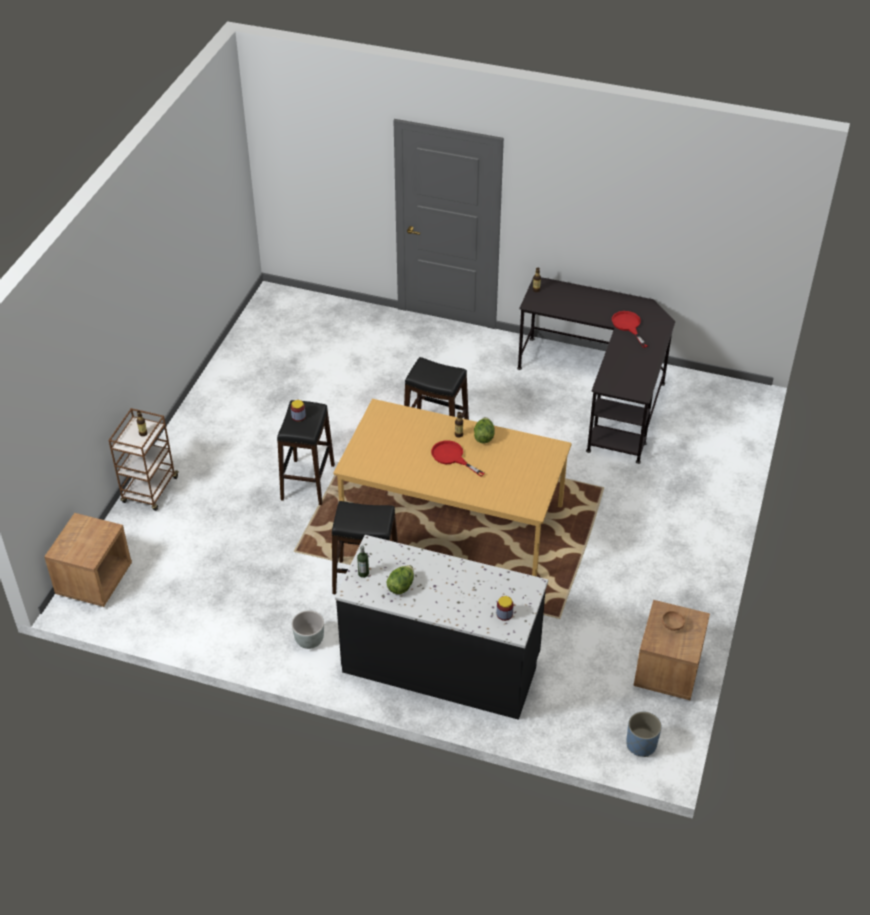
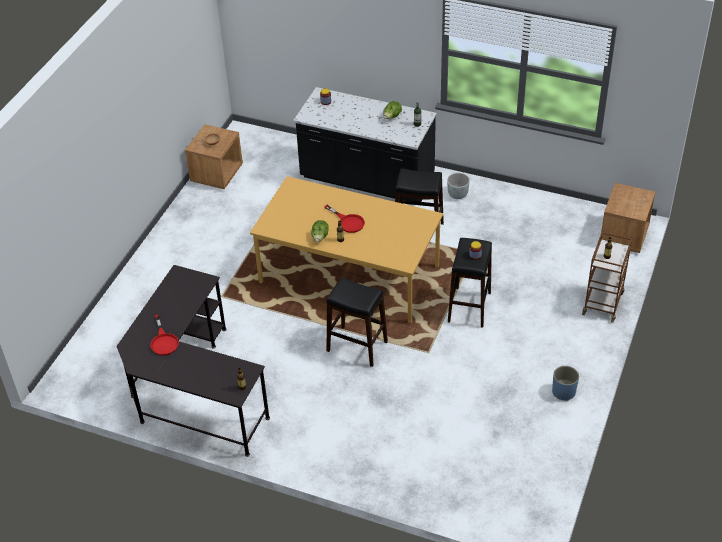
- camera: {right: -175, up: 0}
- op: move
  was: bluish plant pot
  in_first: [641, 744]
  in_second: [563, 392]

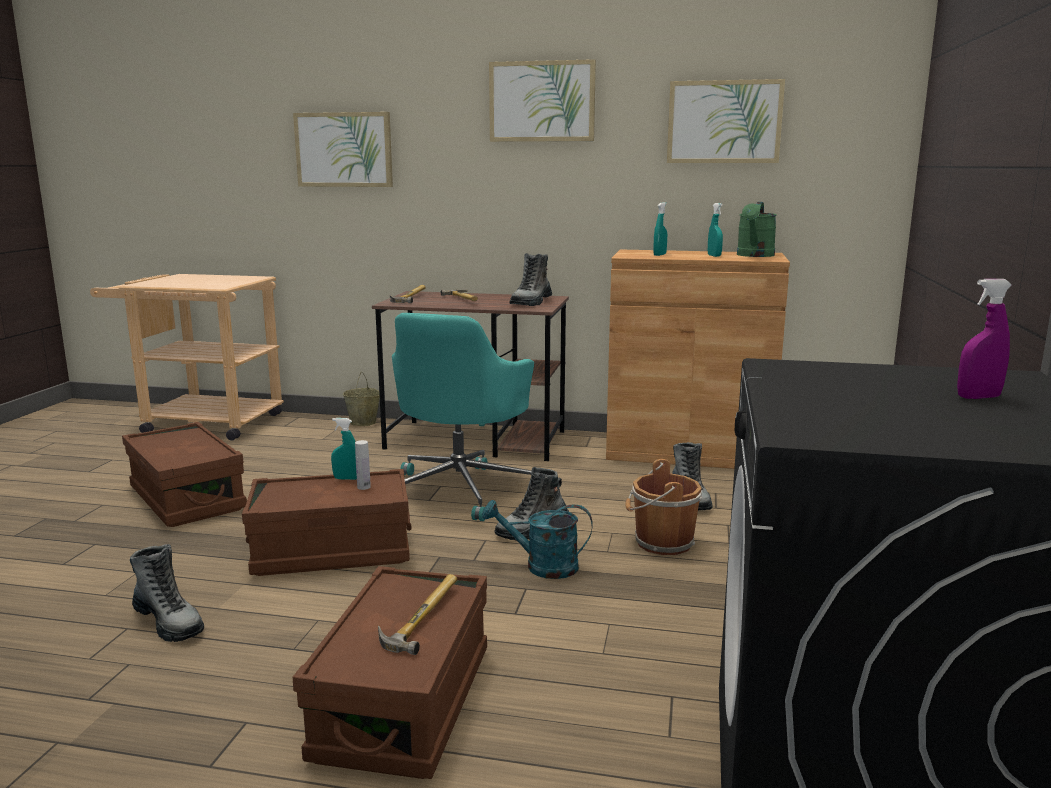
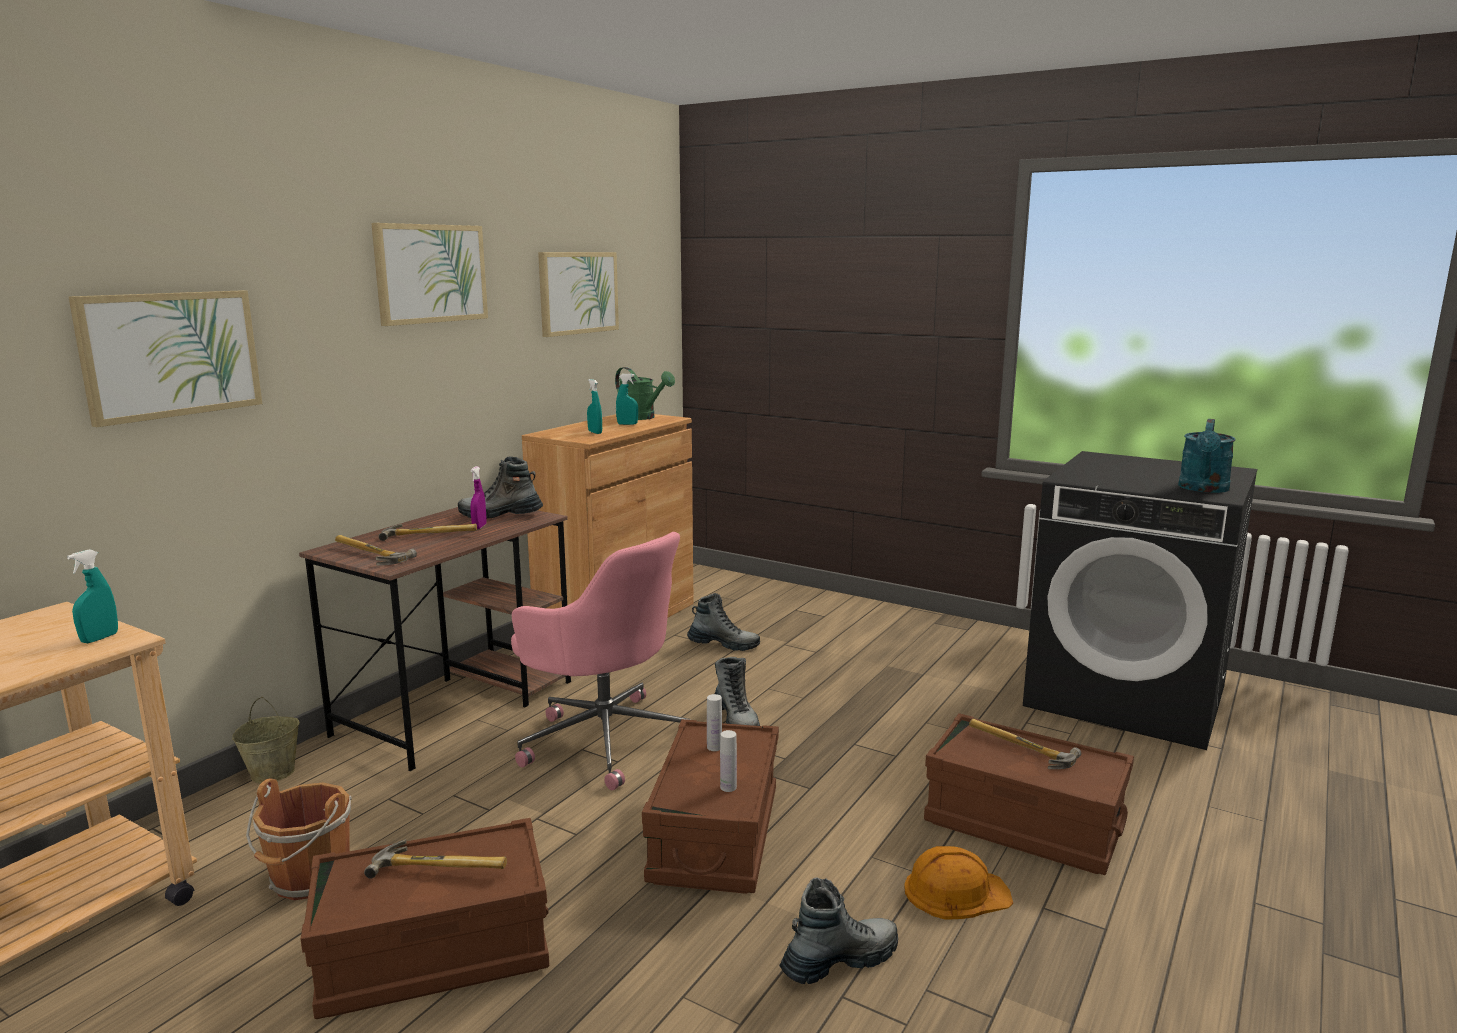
- camera: {right: -70, up: 0}
- op: move
  was: turquoise sprayer
  in_first: [346, 478]
  in_second: [99, 638]
- op: move
  was: brown water bucket
  in_first: [661, 543]
  in_second: [309, 879]
- op: insert
  now: tool hammer
  in_second: [441, 864]
- op: rotate
  was: tall boot
  in_first: [531, 302]
  in_second: [500, 515]
  clockwise: 135
- op: move
  was: purple-coloured sprayer
  in_first: [978, 397]
  in_second: [479, 527]
- op: recolor
  was: turquoise office chair
  now: pink-coloured office chair
  in_first: [461, 489]
  in_second: [605, 739]
- op: insert
  now: whitish beverage bottle
  in_second: [728, 787]
- op: insert
  now: orangey safety helmet
  in_second: [955, 892]
- op: move
  was: turquoise watering pot
  in_first: [542, 567]
  in_second: [1203, 489]

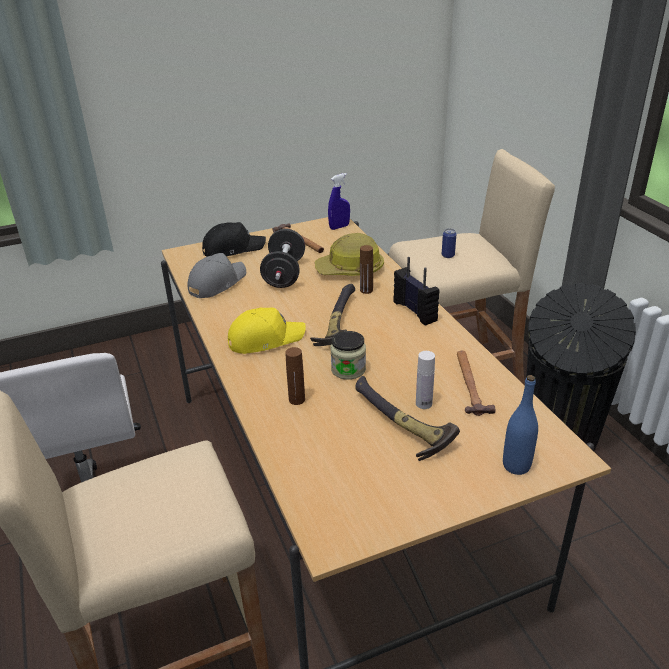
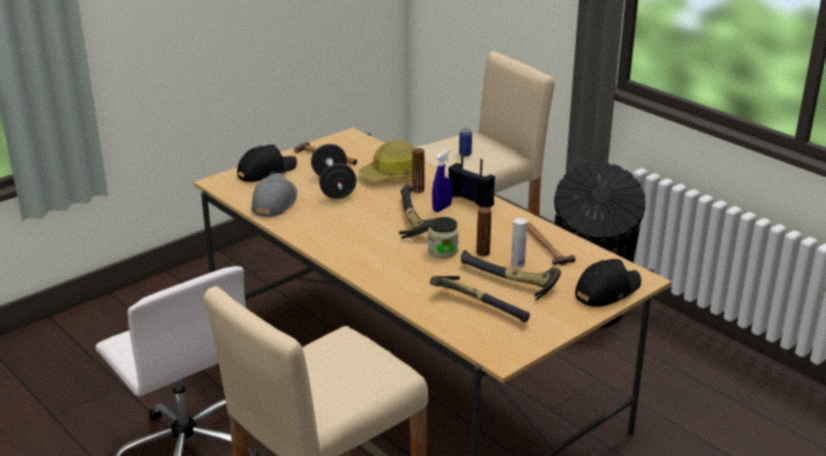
- camera: {right: -20, up: -5}
- op: insert
  now: tool hammer
  in_second: [480, 304]
- op: move
  was: bluish sprayer
  in_first: [339, 227]
  in_second: [442, 208]
- op: move
  was: brown beverage bottle
  in_first: [297, 399]
  in_second: [483, 252]
- op: replace
  was: bluish beverage bottle
  now: black peaked cap
  in_first: [516, 465]
  in_second: [606, 291]
- op: delete
  was: yellowish peaked cap
  in_first: [265, 339]

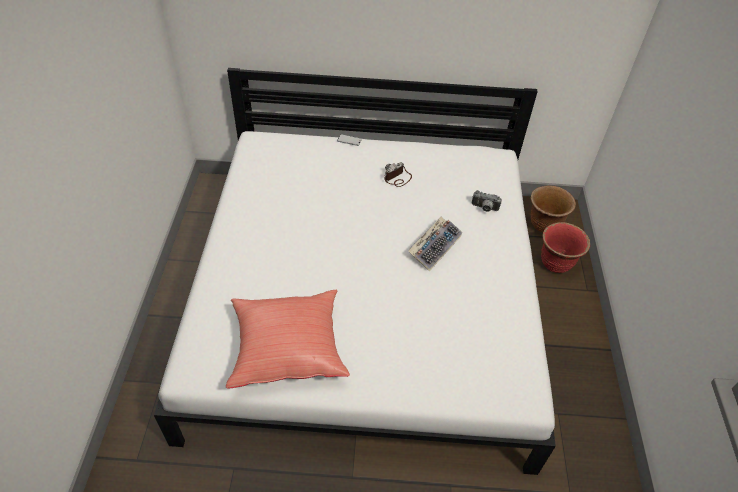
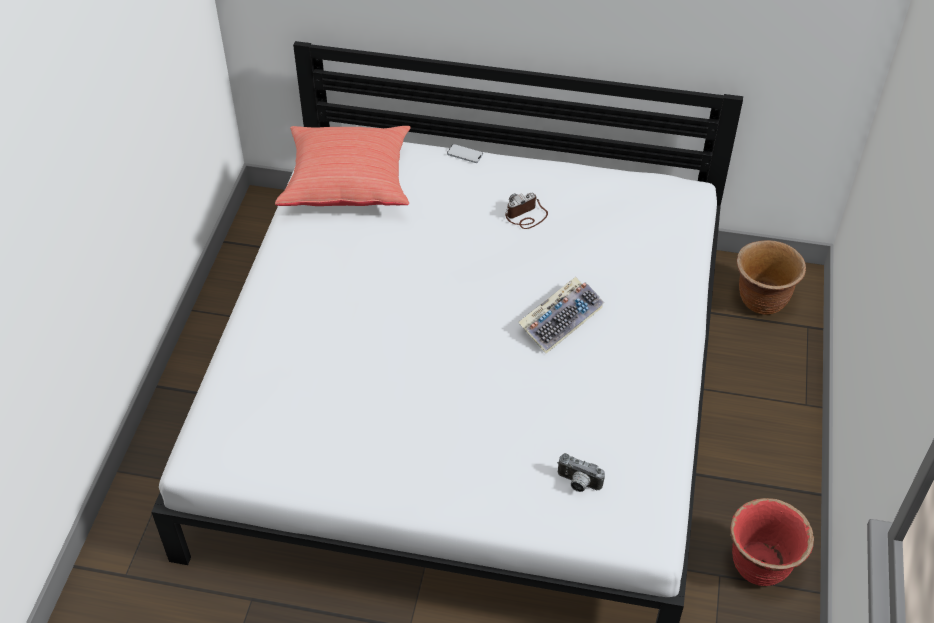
- camera: {right: 10, up: 0}
- op: move
  was: red throw pillow
  in_first: [287, 348]
  in_second: [348, 184]
- op: move
  was: photo camera
  in_first: [484, 208]
  in_second: [577, 483]
- op: move
  was: red plant pot
  in_first: [556, 263]
  in_second: [760, 566]

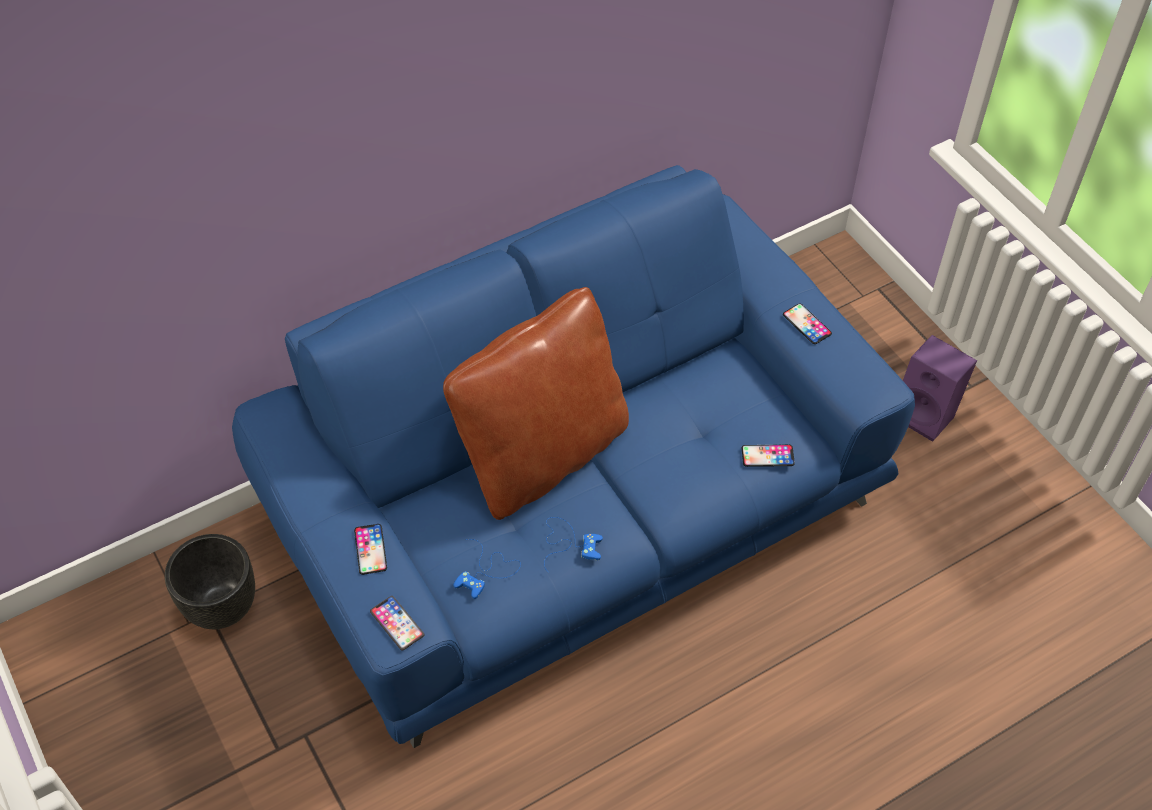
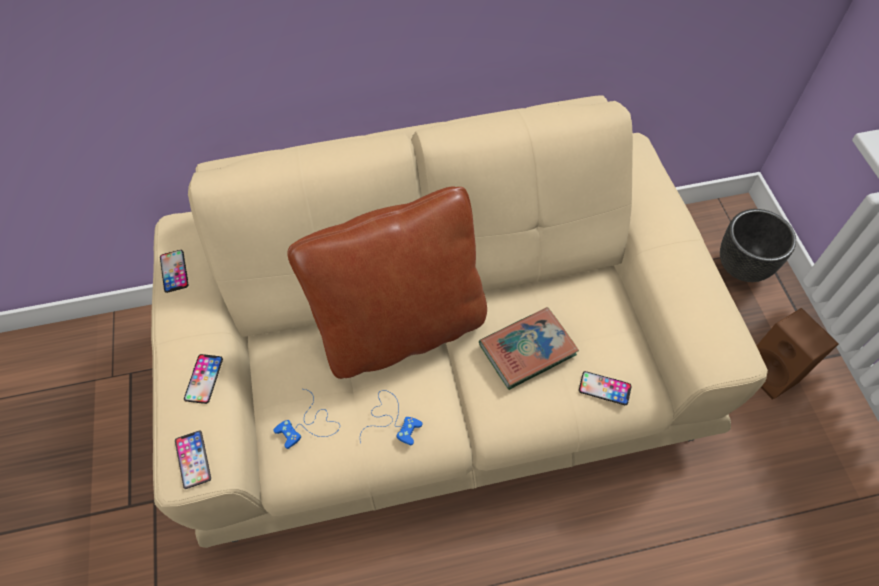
- camera: {right: 20, up: 5}
- op: recolor
  was: bluish couch
  now: sand-coloured couch
  in_first: [577, 509]
  in_second: [443, 371]
- op: move
  was: phone
  in_first: [807, 324]
  in_second: [174, 271]
- op: insert
  now: bound book
  in_second: [527, 350]
- op: move
  was: black plant pot
  in_first: [223, 606]
  in_second: [742, 267]
- op: recolor
  was: purple-coloured audio speaker
  now: brown audio speaker
  in_first: [926, 414]
  in_second: [773, 372]

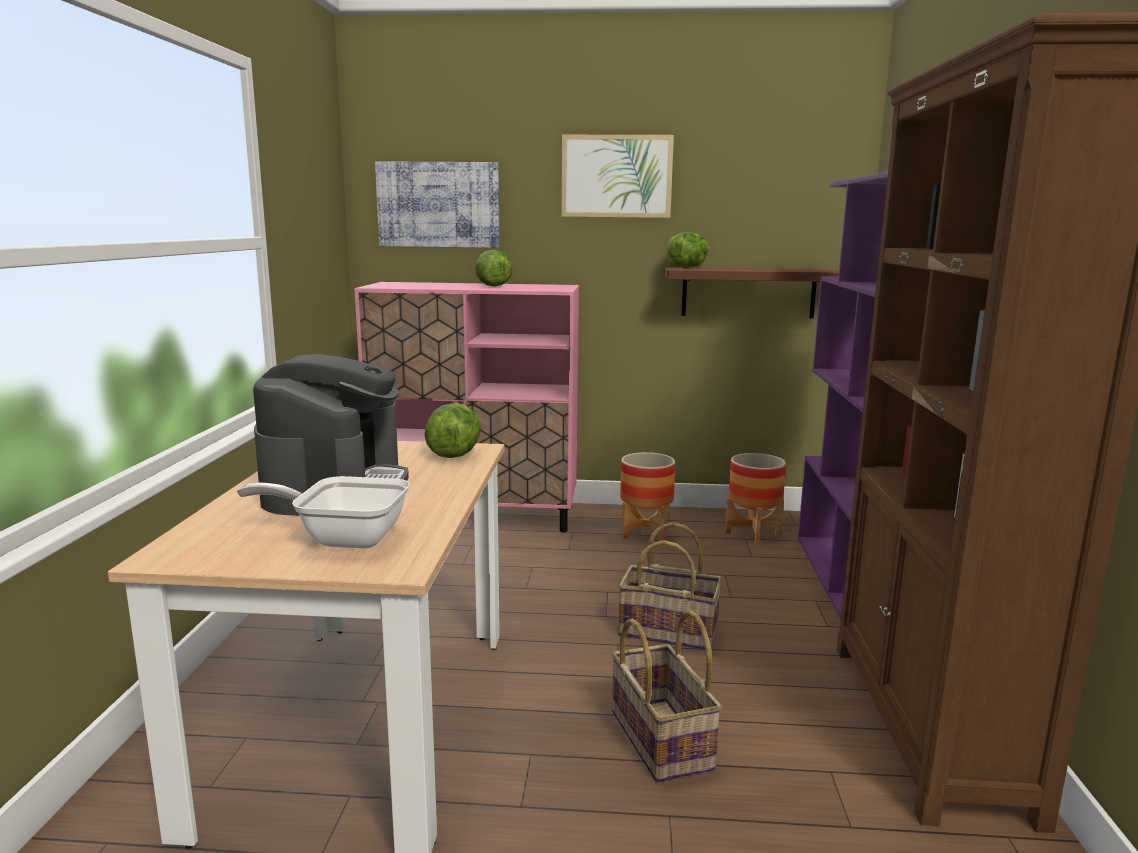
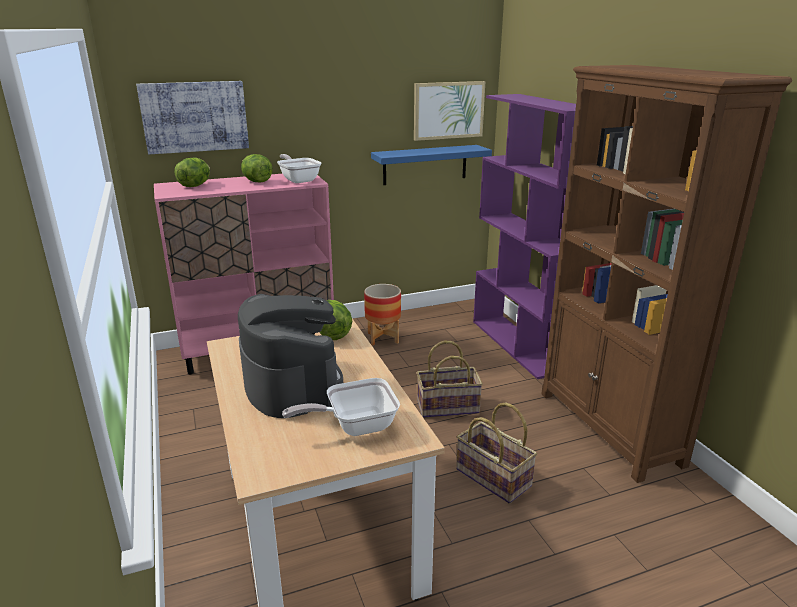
- camera: {right: -25, up: 10}
- op: move
  was: lettuce head
  in_first: [687, 268]
  in_second: [195, 185]
- op: insert
  now: pan
  in_second: [298, 180]
- op: recolor
  was: brown wall shelf
  now: bluish wall shelf
  in_first: [748, 292]
  in_second: [425, 165]
- op: move
  was: wall picture
  in_first: [616, 176]
  in_second: [448, 110]
- op: delete
  was: plant pot
  in_first: [753, 534]

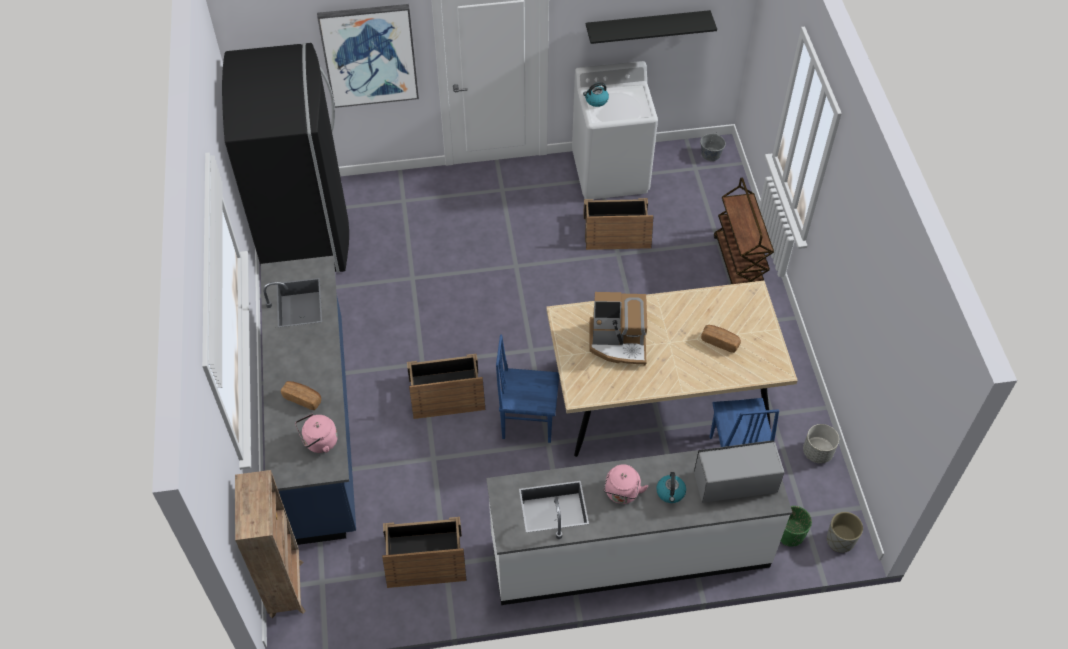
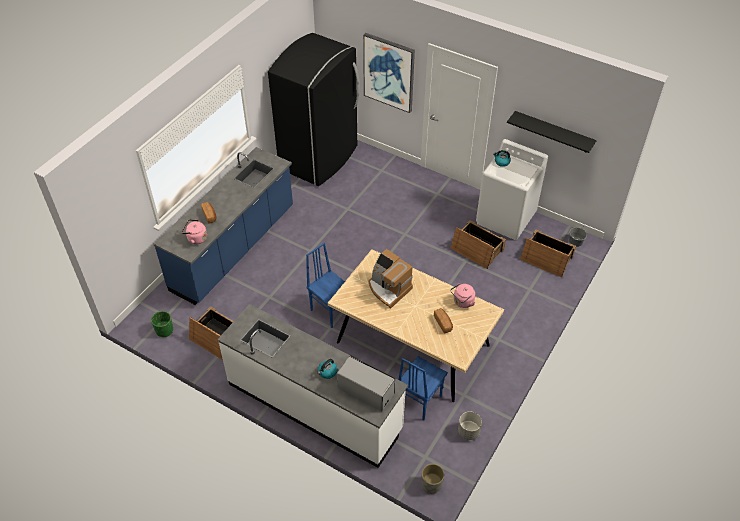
- camera: {right: 40, up: -5}
- op: move
  was: green-coloured plant pot
  in_first: [790, 534]
  in_second: [164, 330]
- op: move
  was: pink-coloured water kettle
  in_first: [622, 493]
  in_second: [462, 302]
- op: move
  was: shipping crate
  in_first: [445, 393]
  in_second: [546, 258]
- op: delete
  was: brown bookcase
  in_first: [287, 587]
- op: delete
  was: brown wheeled cart
  in_first: [739, 264]

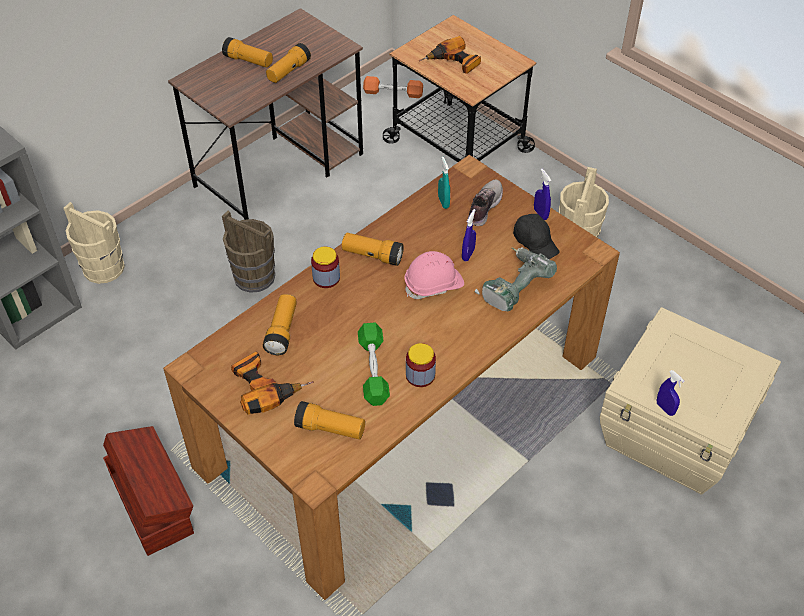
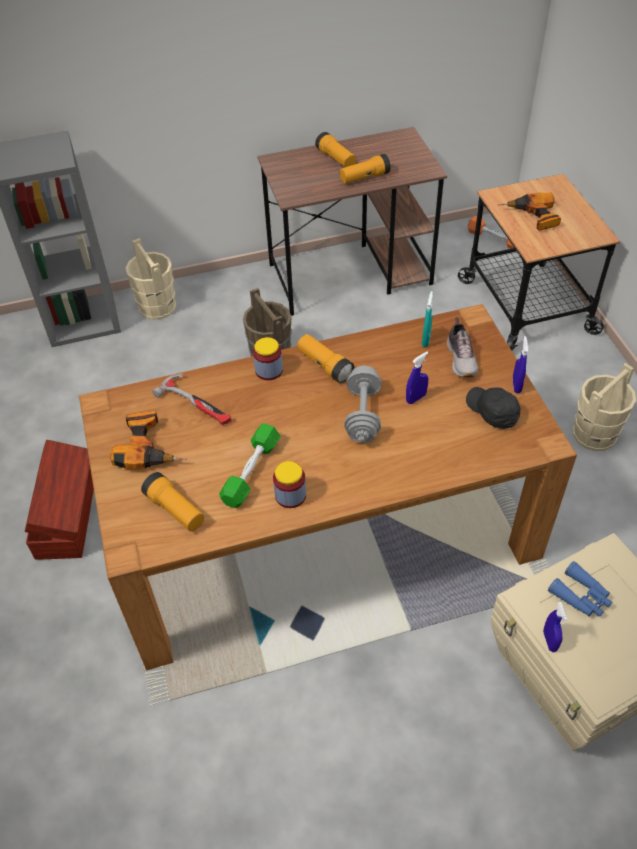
- camera: {right: 30, up: 0}
- op: replace
  was: flashlight
  now: tool hammer
  in_first: [282, 331]
  in_second: [197, 403]
- op: replace
  was: pink-coloured safety helmet
  now: grey free weight
  in_first: [434, 285]
  in_second: [363, 414]
- op: rotate
  was: item of footwear
  in_first: [483, 208]
  in_second: [461, 359]
  clockwise: 120
- op: rotate
  was: black peaked cap
  in_first: [535, 243]
  in_second: [492, 412]
  clockwise: 150
- op: insert
  now: bluish pair of binoculars
  in_second: [581, 596]
- op: delete
  was: drill
  in_first: [512, 287]

